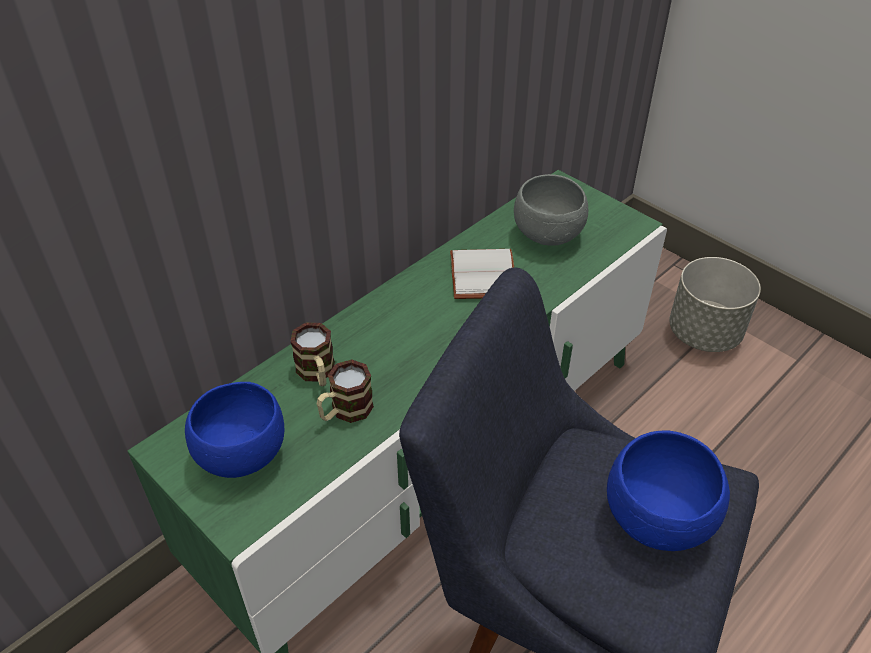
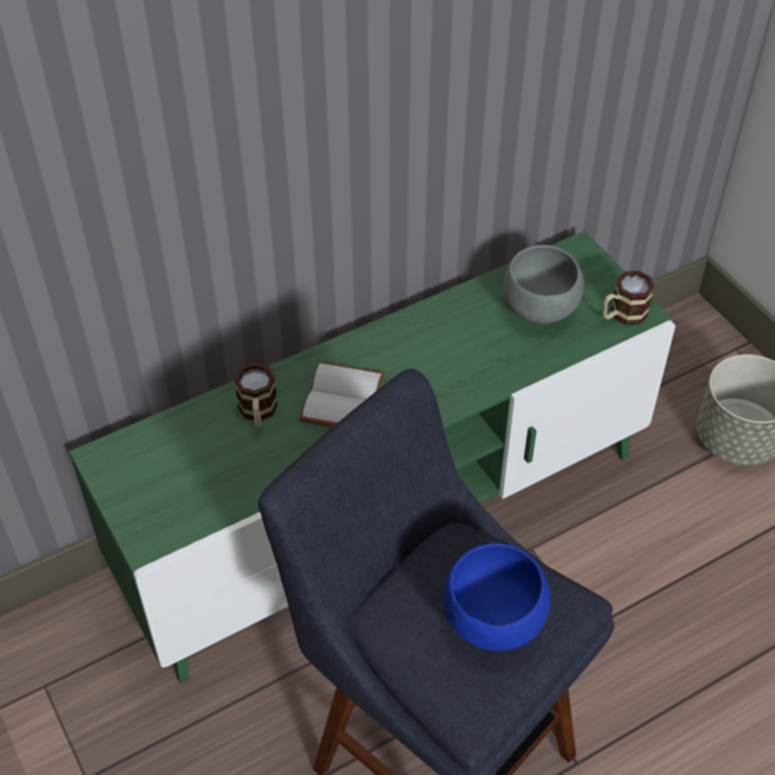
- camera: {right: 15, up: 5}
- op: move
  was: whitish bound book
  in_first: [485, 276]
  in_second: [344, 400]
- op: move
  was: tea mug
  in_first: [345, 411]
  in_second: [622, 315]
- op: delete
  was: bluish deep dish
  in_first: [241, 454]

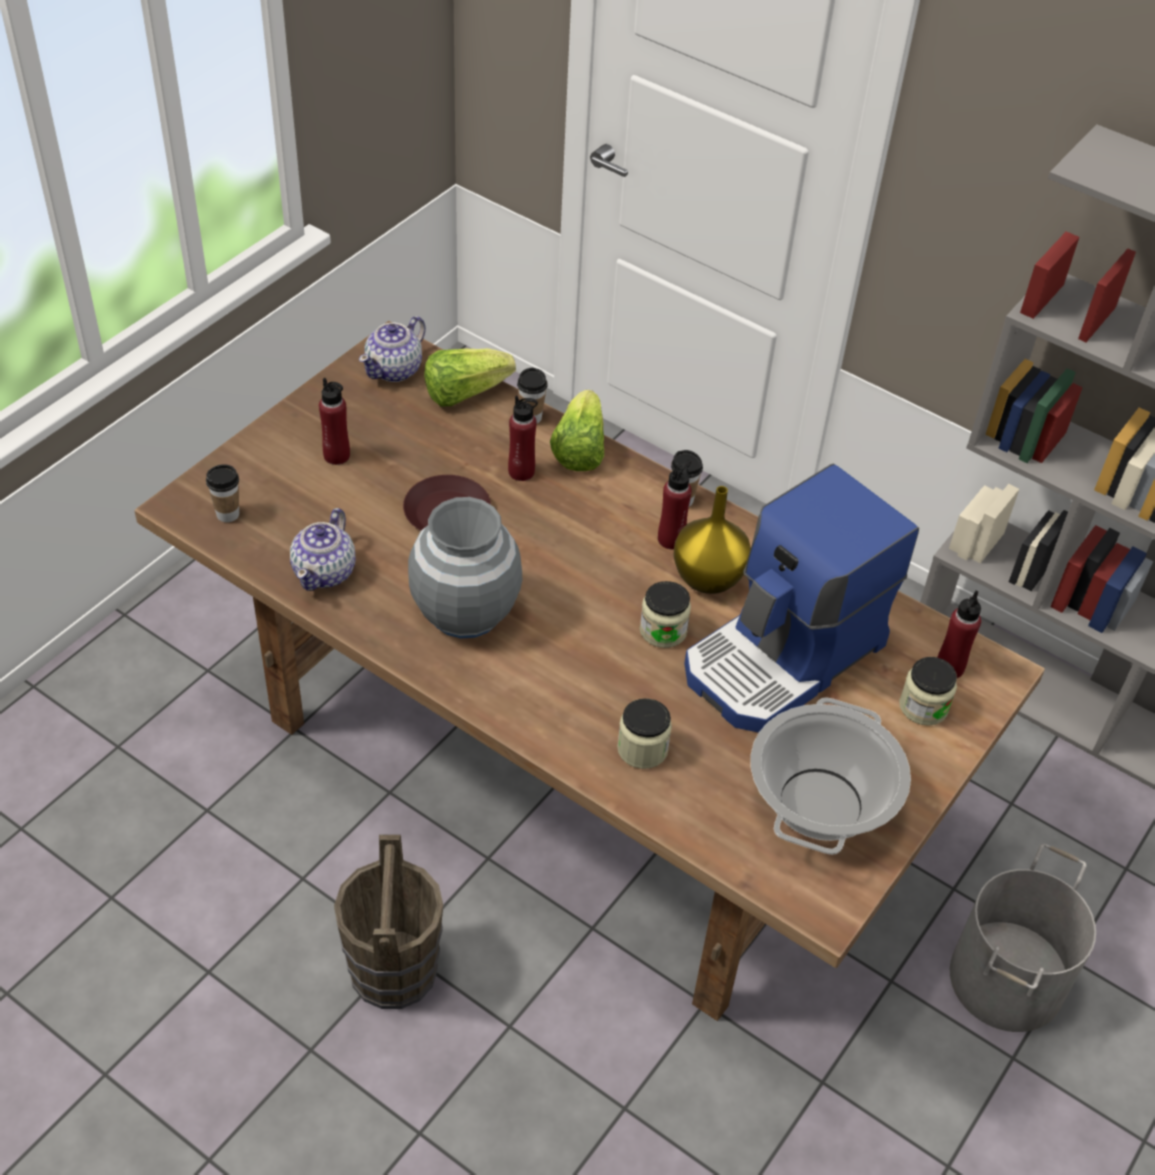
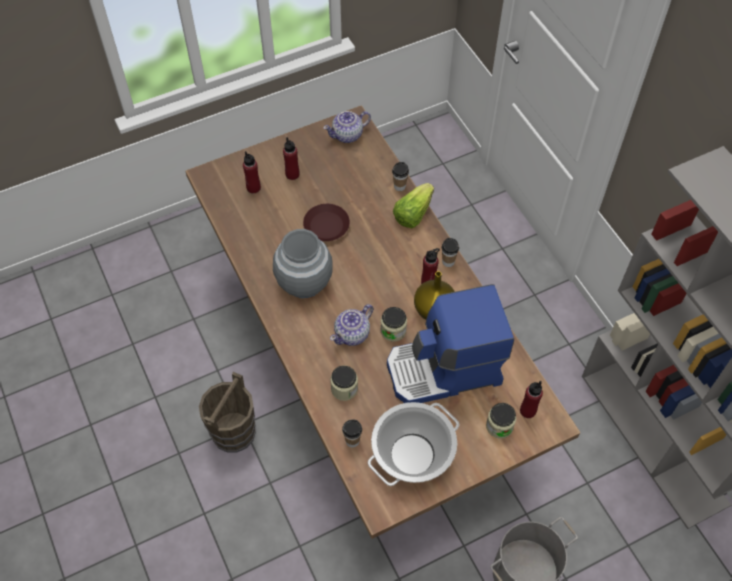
- camera: {right: 30, up: 10}
- op: move
  was: red beverage bottle
  in_first: [521, 472]
  in_second: [253, 188]
- op: move
  was: tea pot
  in_first: [325, 572]
  in_second: [352, 334]
- op: move
  was: drinking cup
  in_first: [228, 514]
  in_second: [352, 441]
- op: delete
  was: lettuce head
  in_first: [464, 392]

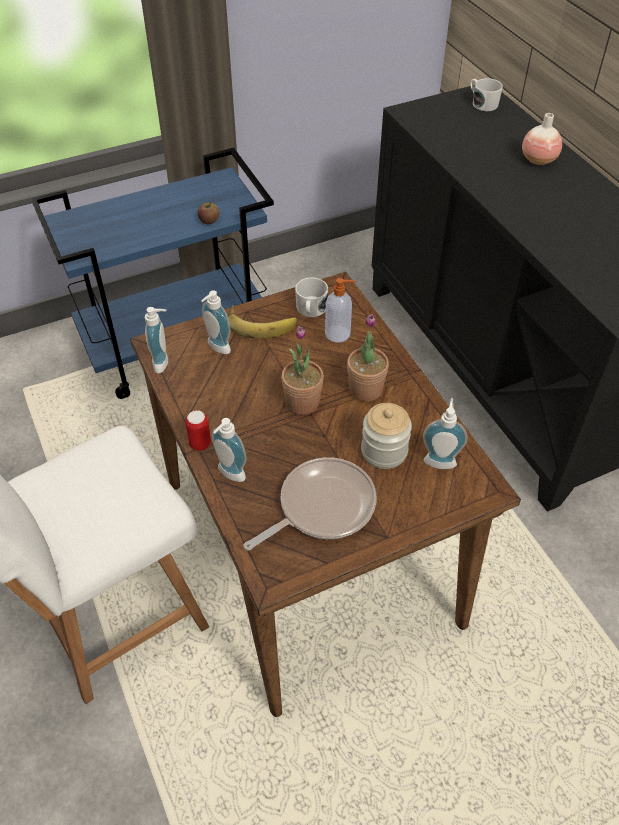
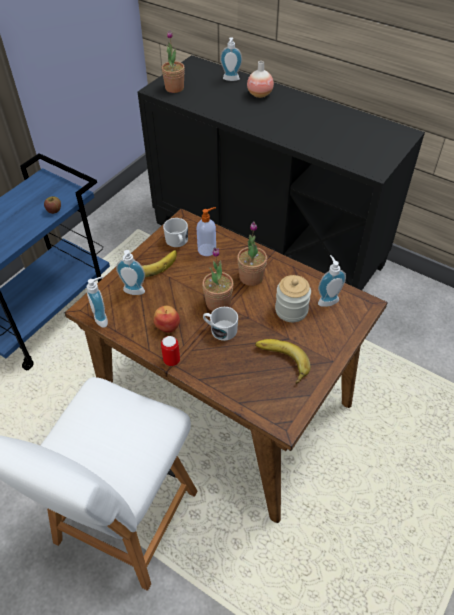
- camera: {right: -30, up: 0}
- op: insert
  now: apple fruit
  in_second: [167, 326]
- op: insert
  now: potted plant
  in_second: [174, 88]
- op: move
  was: whitish tea mug
  in_first: [482, 103]
  in_second: [220, 329]
- op: move
  was: soap bottle
  in_first: [229, 475]
  in_second: [231, 80]
- op: replace
  was: pan
  now: banana fruit
  in_first: [321, 507]
  in_second: [280, 362]

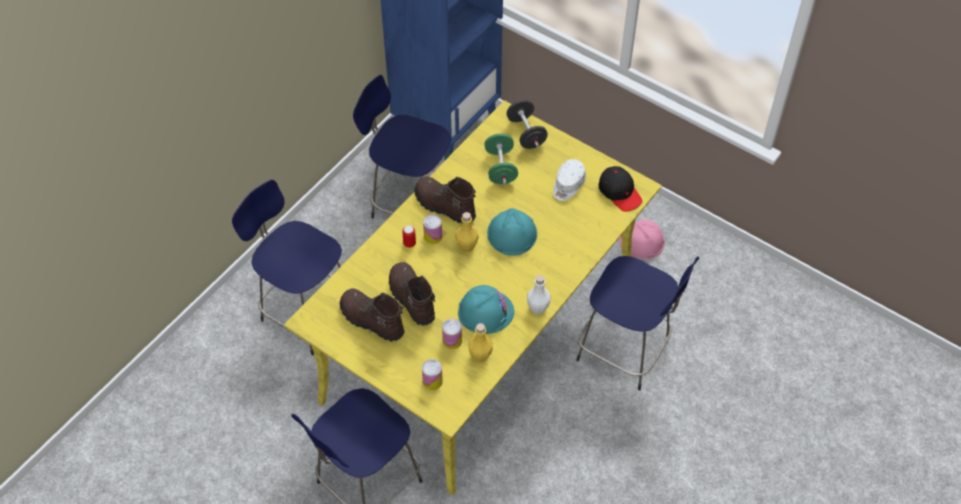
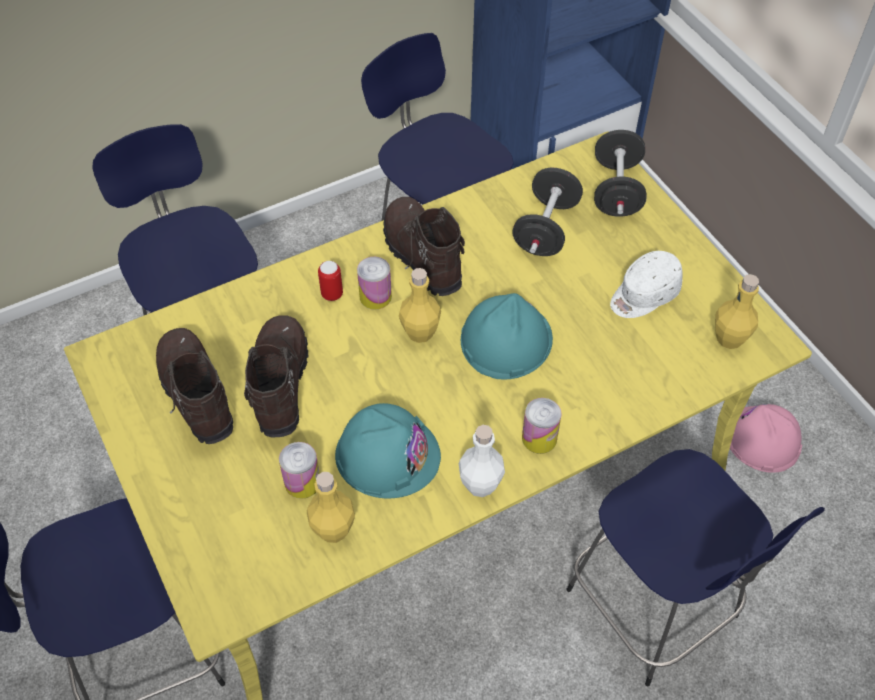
- camera: {right: 25, up: 0}
- op: recolor
  was: green-coloured free weight
  now: black free weight
  in_first: [501, 168]
  in_second: [545, 229]
- op: move
  was: metal can
  in_first: [432, 381]
  in_second: [539, 438]
- op: replace
  was: black peaked cap
  now: yellowish beverage bottle
  in_first: [619, 192]
  in_second: [729, 338]

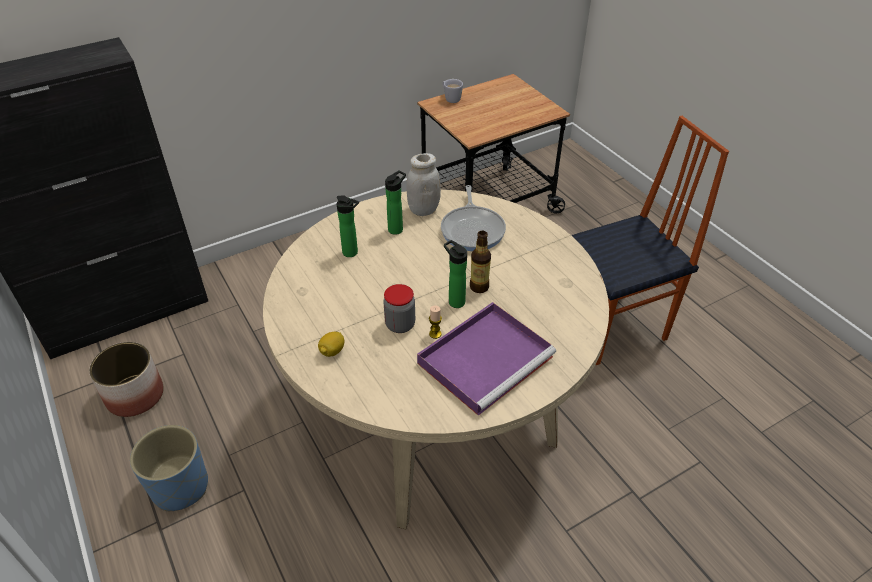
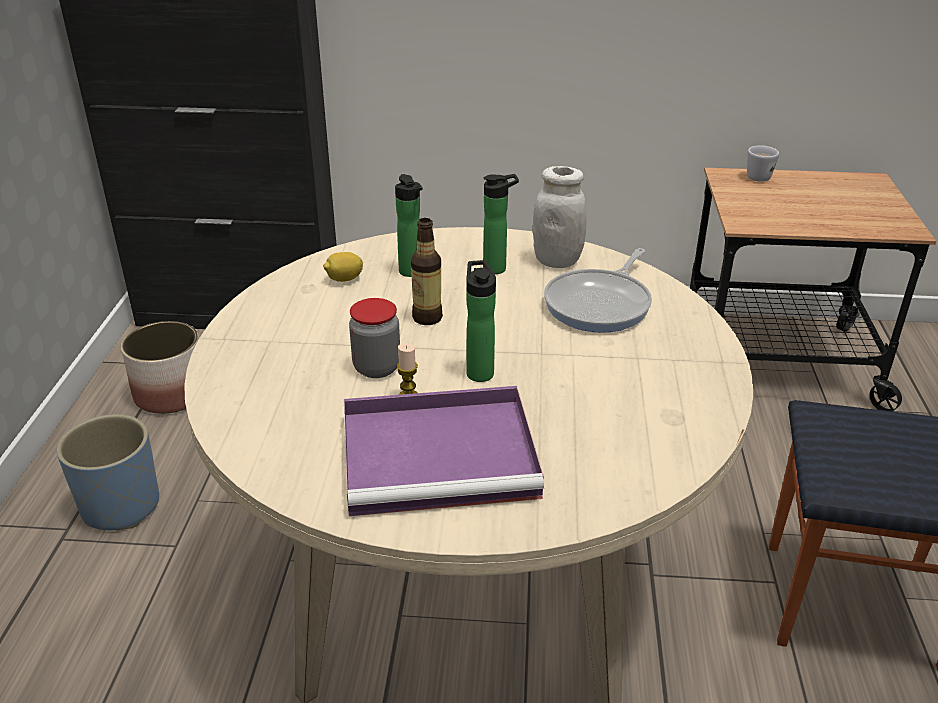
- camera: {right: 35, up: -10}
- op: move
  was: whole lemon
  in_first: [332, 351]
  in_second: [344, 279]
- op: move
  was: beverage bottle
  in_first: [479, 287]
  in_second: [427, 318]

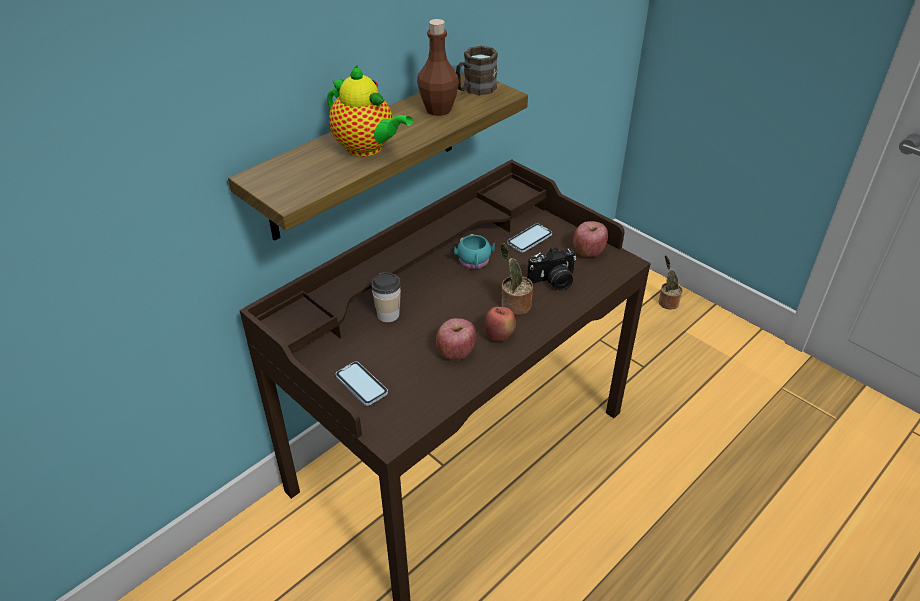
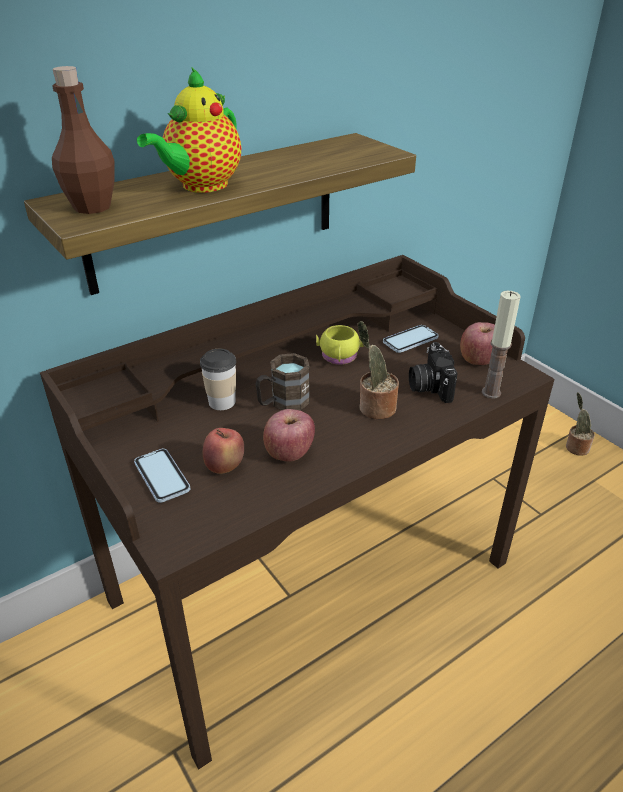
- camera: {right: 10, up: -5}
- op: move
  was: brown beverage bottle
  in_first: [438, 109]
  in_second: [92, 207]
- op: rotate
  was: tea pot
  in_first: [367, 149]
  in_second: [201, 186]
  clockwise: 75
- op: move
  was: apple fruit
  in_first: [499, 336]
  in_second: [225, 467]
- op: move
  was: brown tea mug
  in_first: [474, 90]
  in_second: [283, 403]
- op: recolor
  was: turquoise tea mug
  now: yellowish tea mug
  in_first: [474, 262]
  in_second: [339, 358]
- op: rotate
  was: photo camera
  in_first: [553, 281]
  in_second: [429, 386]
  clockwise: 90
- op: insert
  now: wax light
  in_second: [491, 392]

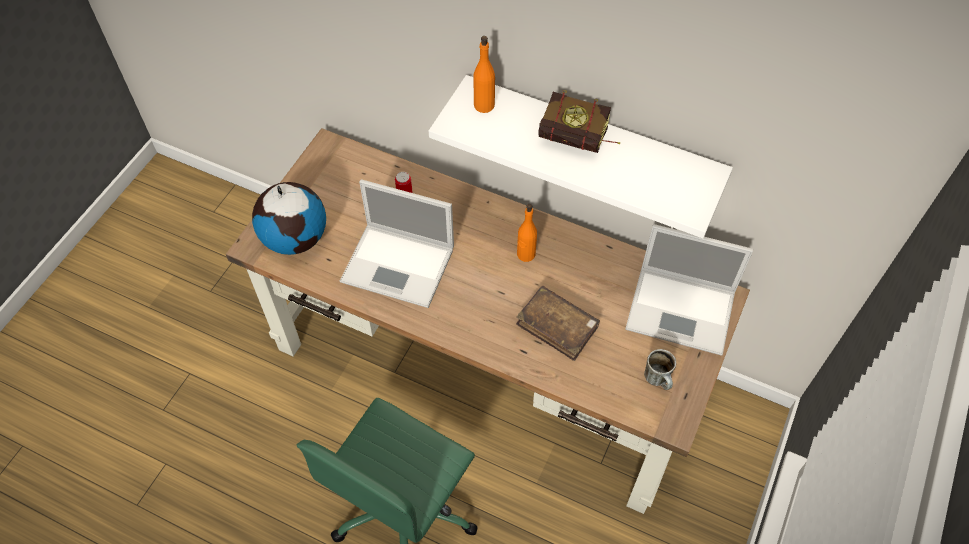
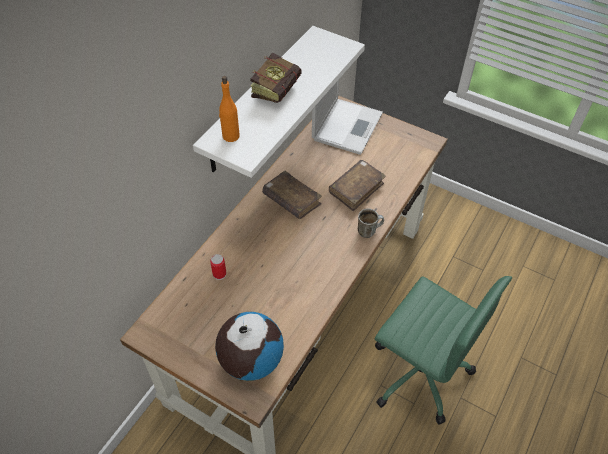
- camera: {right: -85, up: -5}
- op: replace
  was: orangey beverage bottle
  now: brown bound book
  in_first: [525, 254]
  in_second: [291, 200]
- op: move
  was: tea mug
  in_first: [659, 380]
  in_second: [369, 231]
- op: delete
  was: portable computer
  in_first: [400, 265]

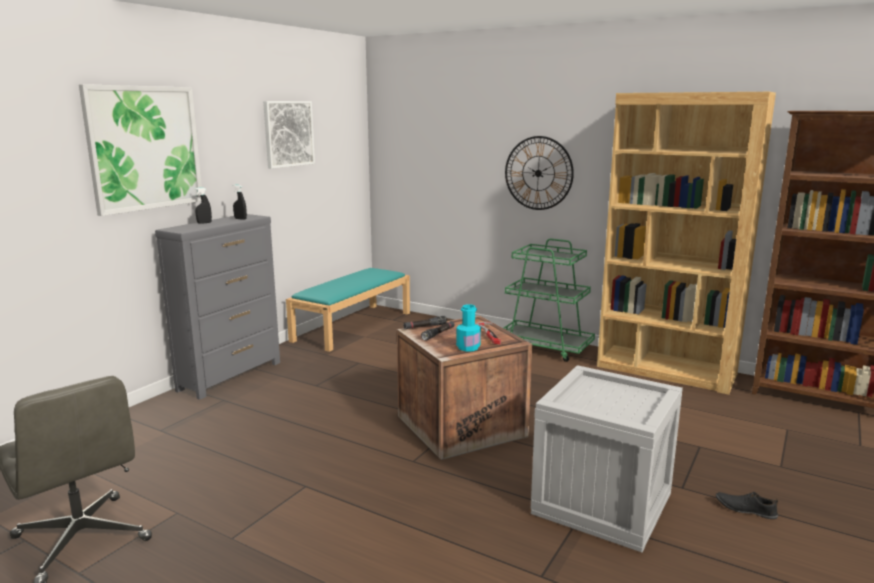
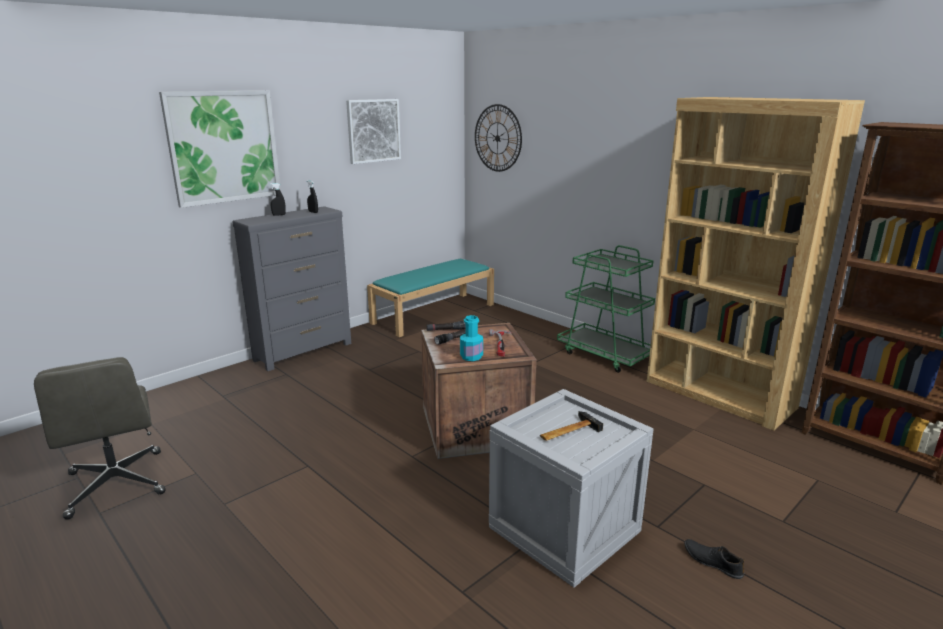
- camera: {right: 15, up: 5}
- op: move
  was: clock on the wall
  in_first: [538, 173]
  in_second: [497, 138]
- op: insert
  now: tool hammer
  in_second: [567, 431]

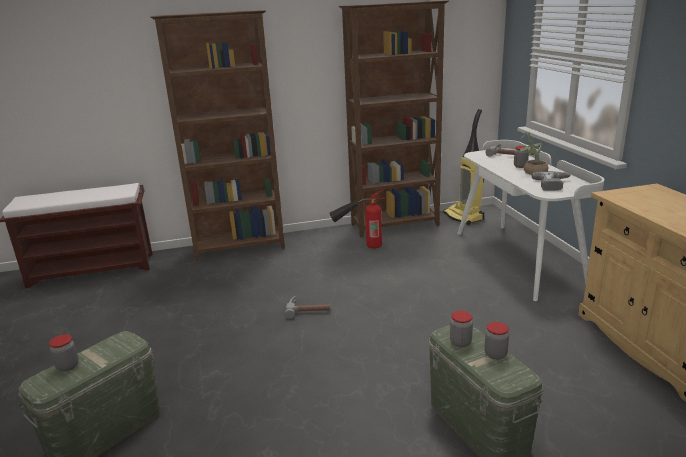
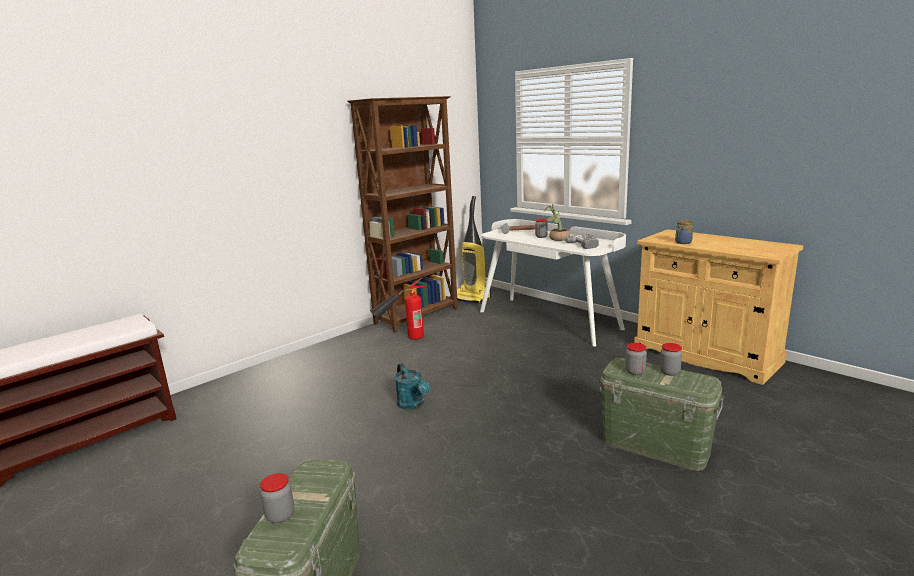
- camera: {right: -30, up: -5}
- op: replace
  was: tool hammer
  now: turquoise watering pot
  in_first: [308, 309]
  in_second: [413, 405]
- op: insert
  now: storage jar
  in_second: [682, 242]
- op: delete
  was: brown bookcase
  in_first: [240, 247]

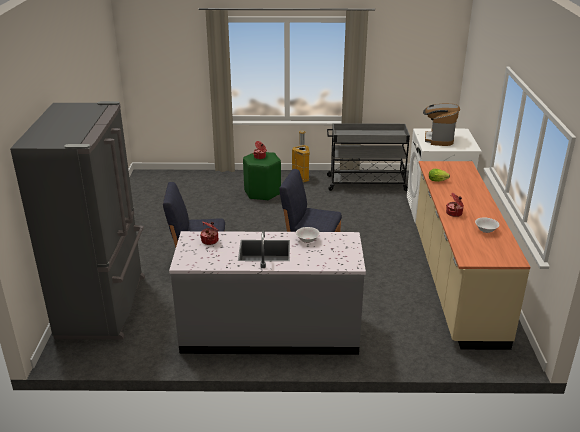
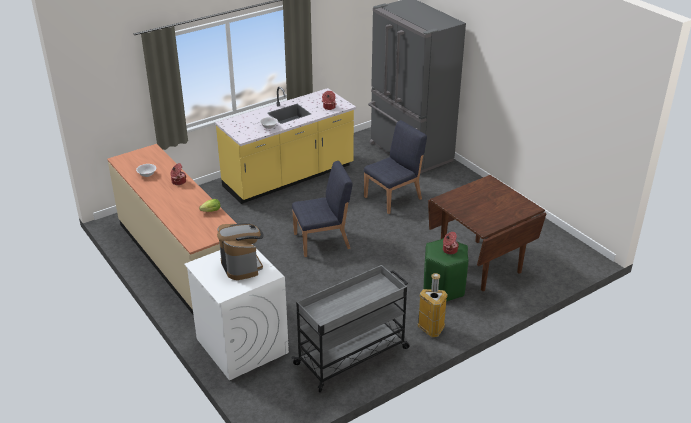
- camera: {right: 145, up: 5}
- op: recolor
  was: grey counter
  now: yellowish counter
  in_first: [270, 332]
  in_second: [289, 177]
- op: insert
  now: brown kitchen table
  in_second: [479, 265]

